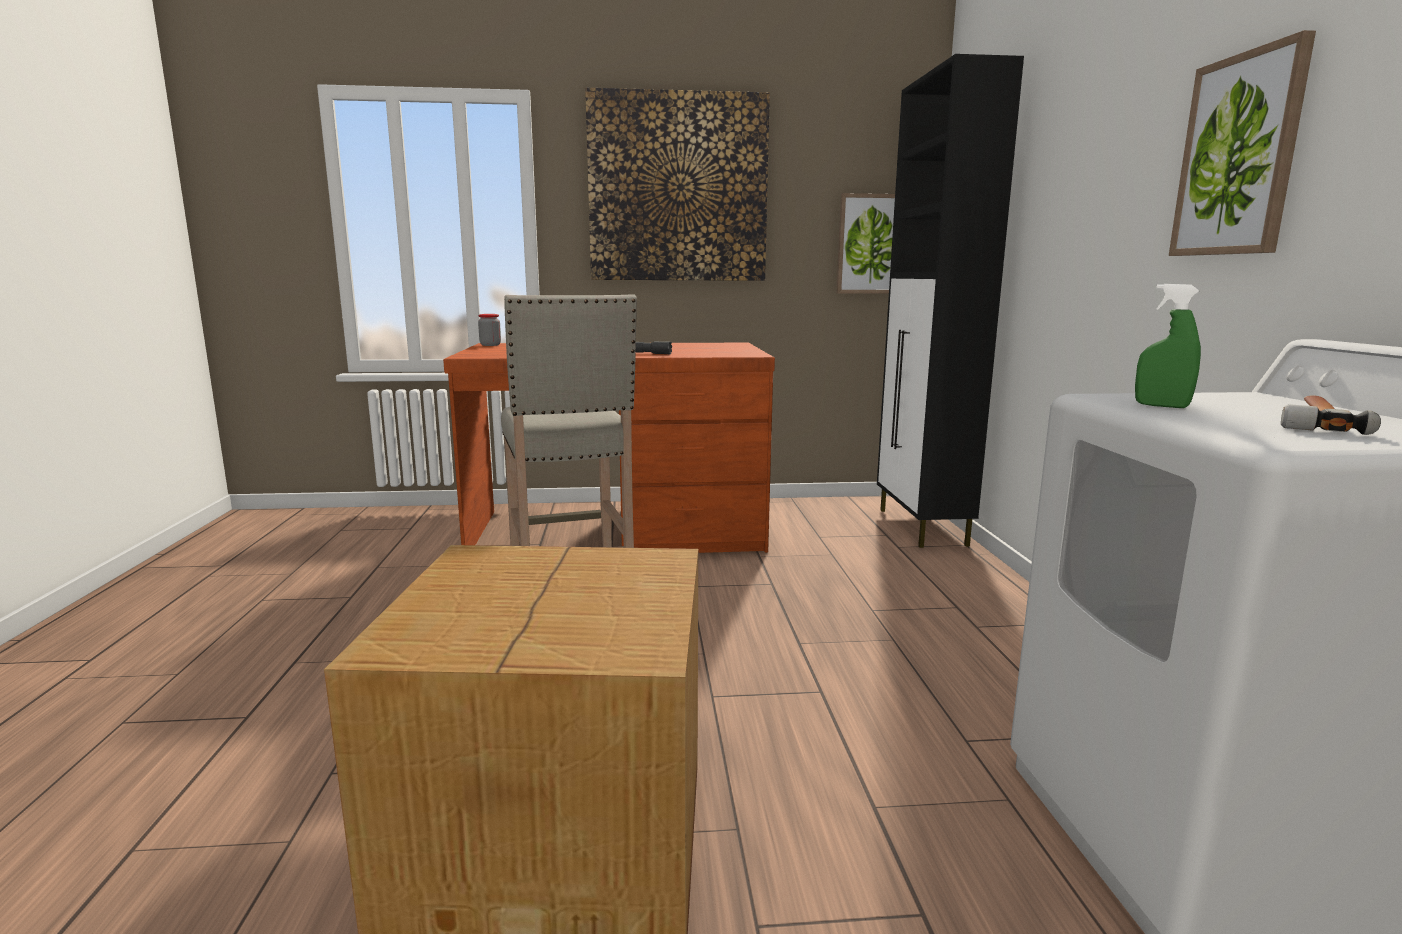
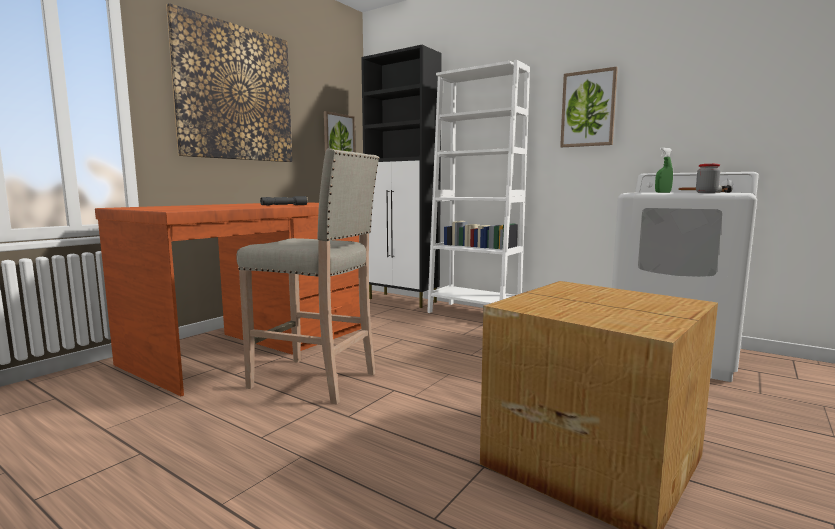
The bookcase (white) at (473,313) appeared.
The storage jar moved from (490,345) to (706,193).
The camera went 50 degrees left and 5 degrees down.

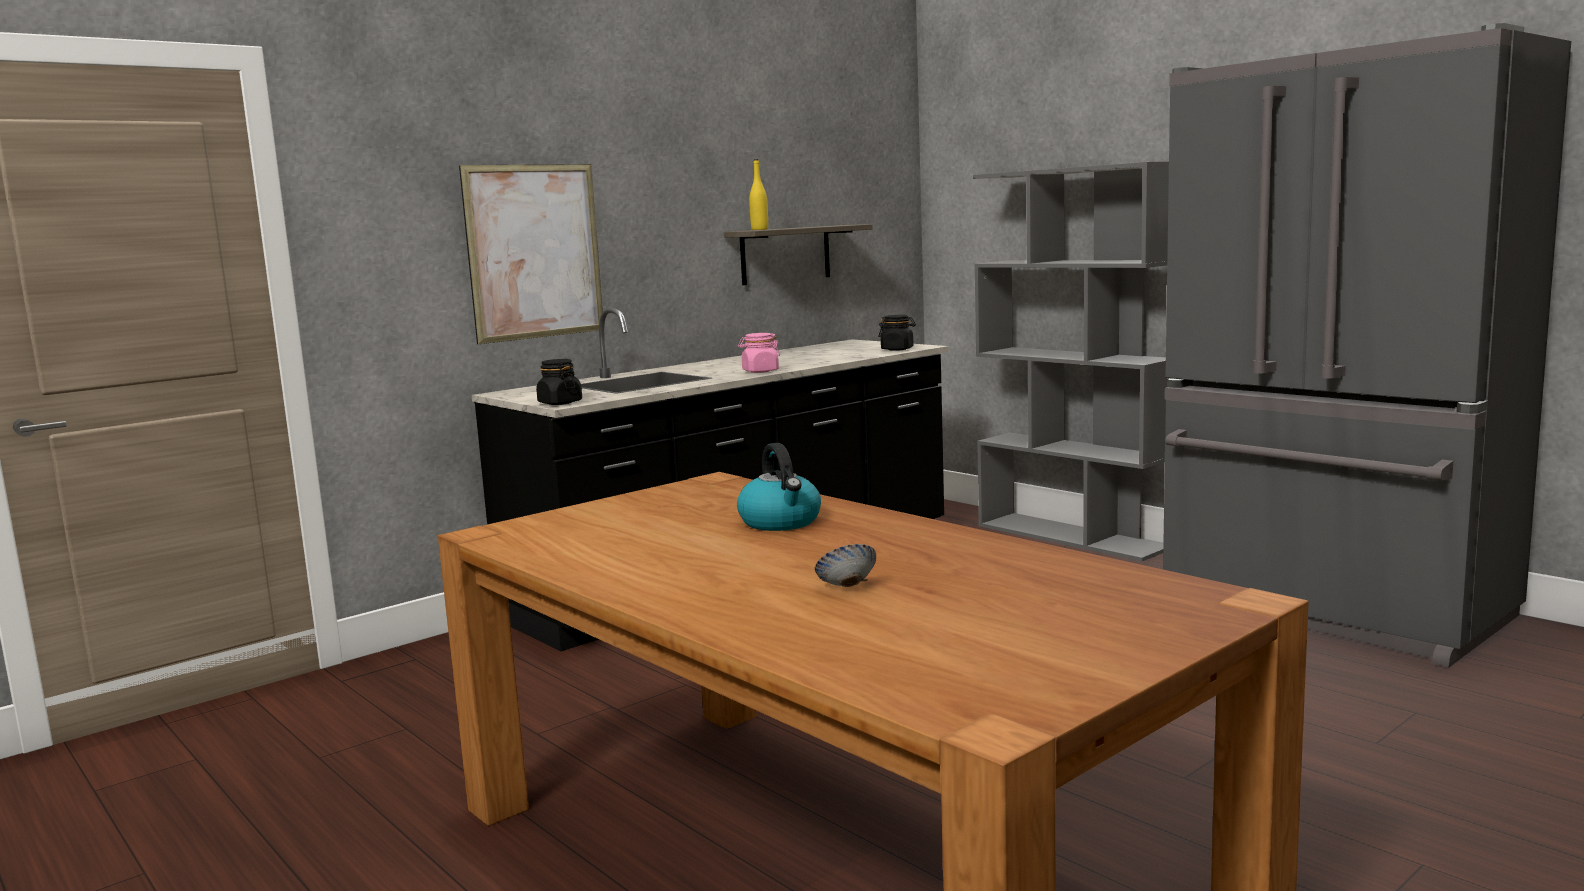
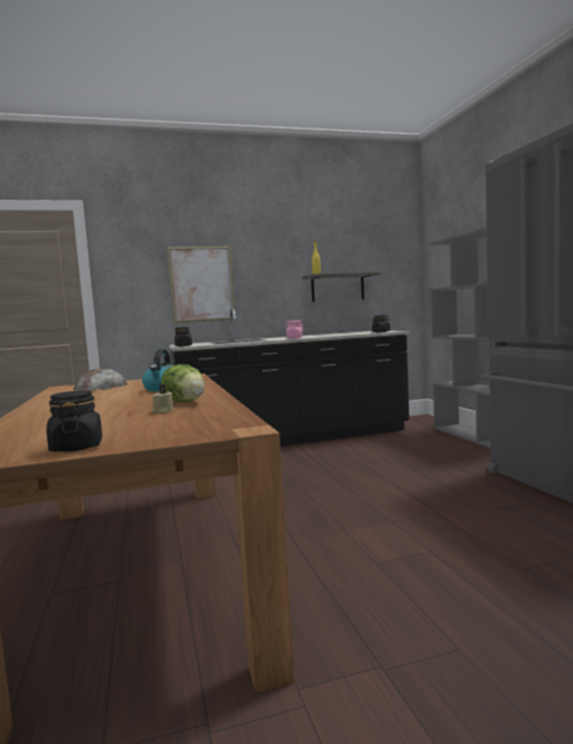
The deep dish at (847,587) disappeared.
The storage jar (blackish) at (77,447) appeared.
The bread at (100,386) appeared.
The wax candle (beige) at (163,411) appeared.
The lettuce head at (186,402) appeared.
The camera went 25 degrees right and 5 degrees down.

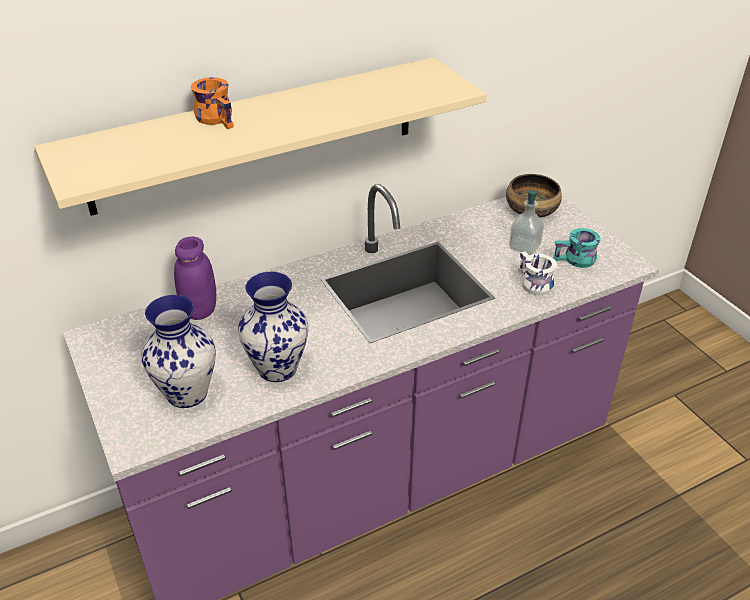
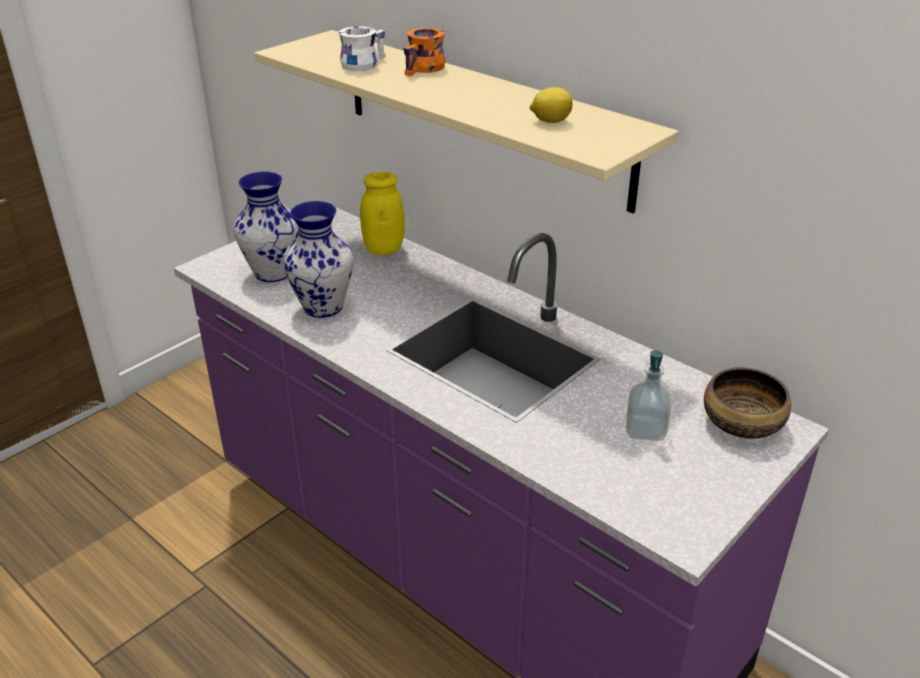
The coffee mug (blue-green) at (575,260) disappeared.
The lemon at (550,121) appeared.
The coffee mug (white) moved from (532,284) to (362,63).
The storage jar (purplish) at (200,310) became the storage jar (yellow) at (384,249).
The camera went 70 degrees right and 5 degrees down.

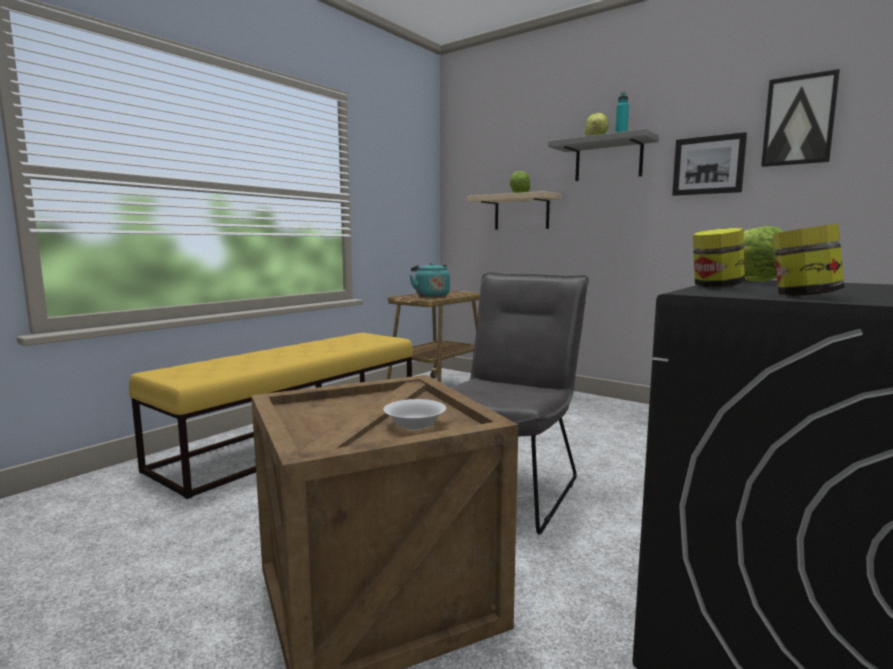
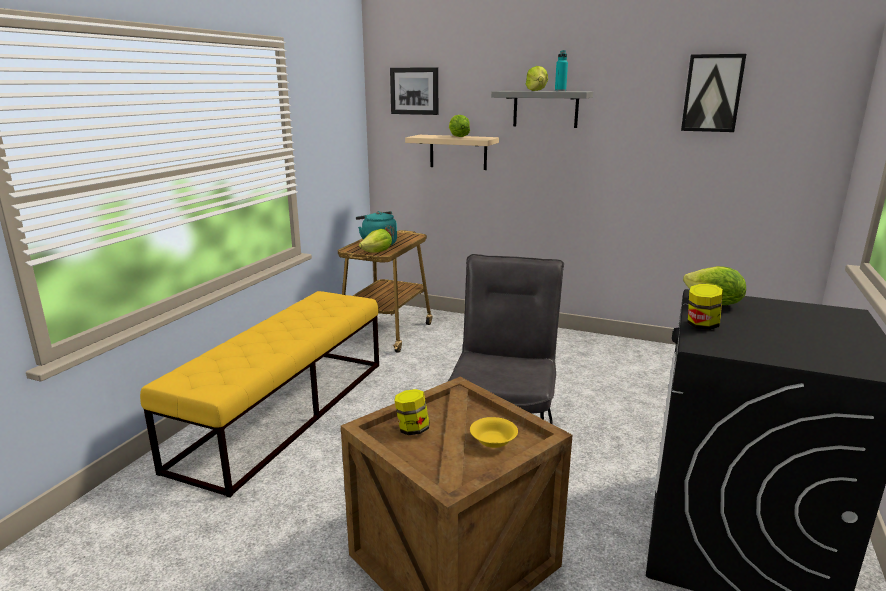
The lettuce head at (377,252) appeared.
The wall art moved from (708,165) to (414,91).
The storage jar moved from (803,296) to (412,429).
The deep dish (white) at (415,425) became the deep dish (yellow) at (493,441).
The camera went 15 degrees left and 10 degrees up.

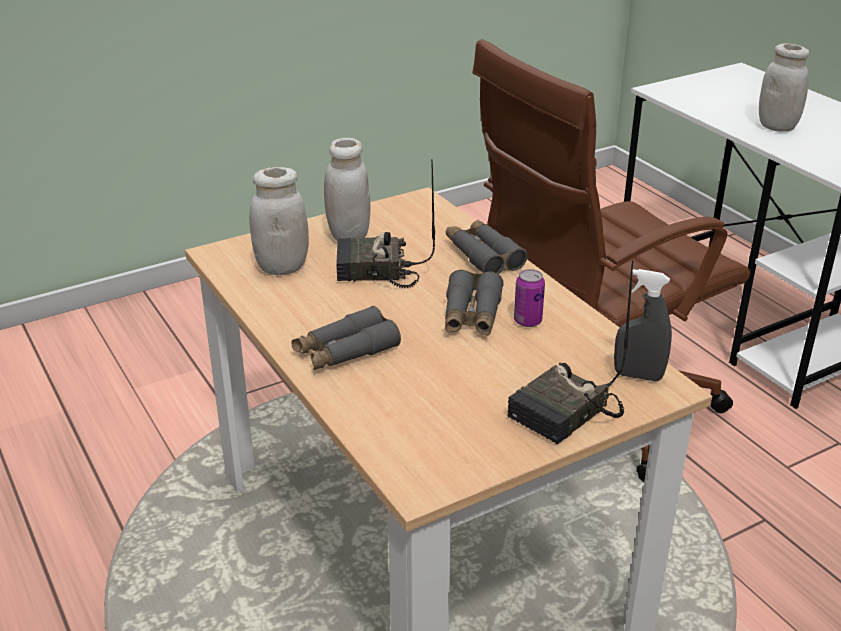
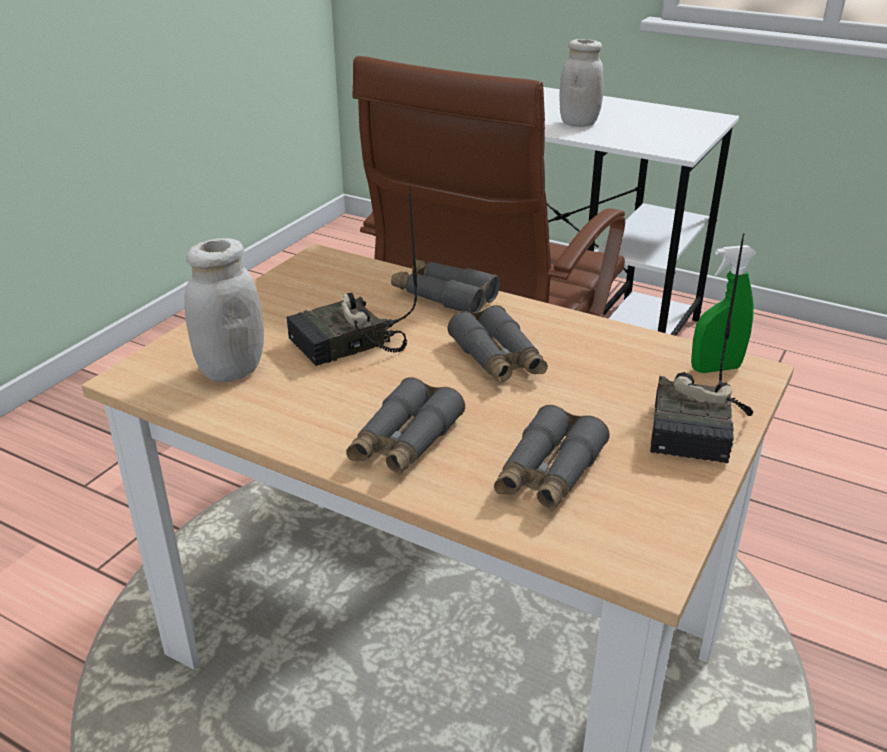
The storage jar (white) at (348,235) disappeared.
The can at (527,321) disappeared.
The field glasses (grey) at (548,473) appeared.
The spray bottle (grey) at (638,376) became the spray bottle (greenish) at (715,368).
The camera went 30 degrees left and 0 degrees up.

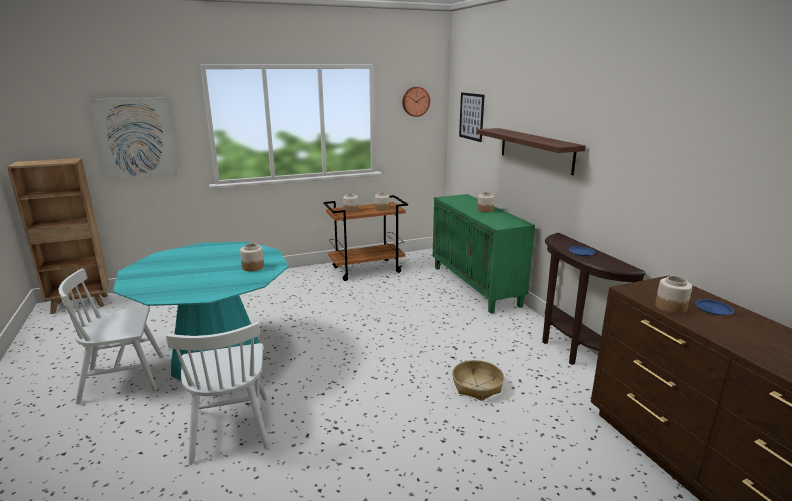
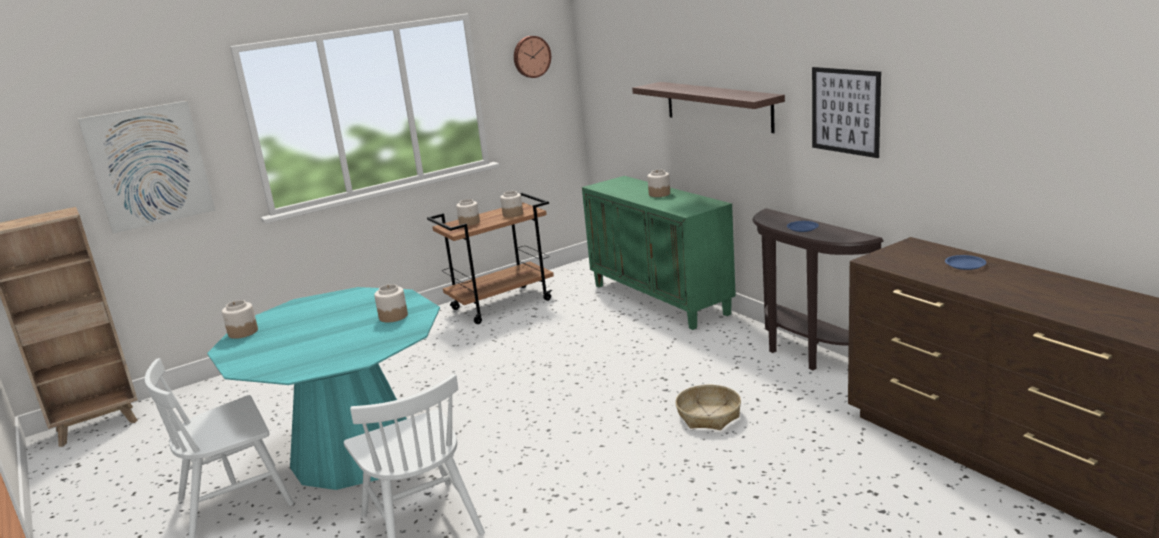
The wall art moved from (471,116) to (845,111).
The storage jar moved from (670,307) to (243,332).
The camera went 10 degrees left and 0 degrees up.

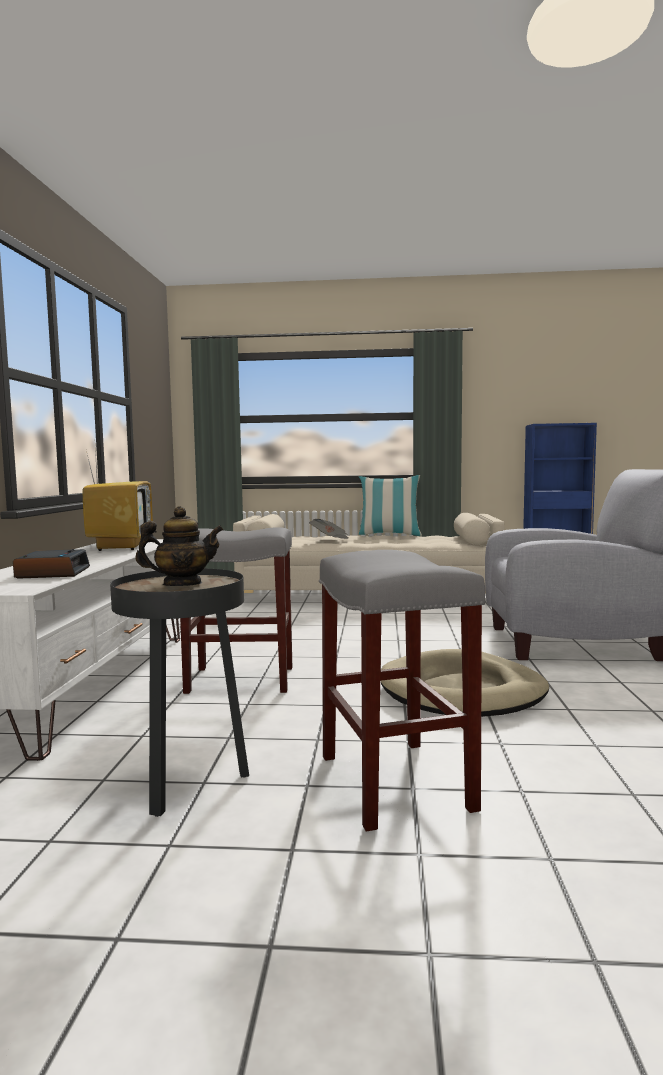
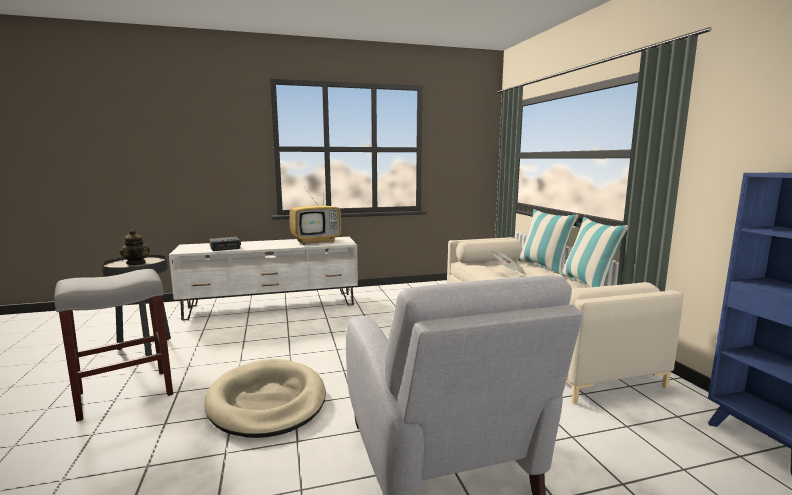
The stool (grey) at (242,679) disappeared.
The pillow at (543,266) appeared.
The camera went 70 degrees right and 5 degrees up.

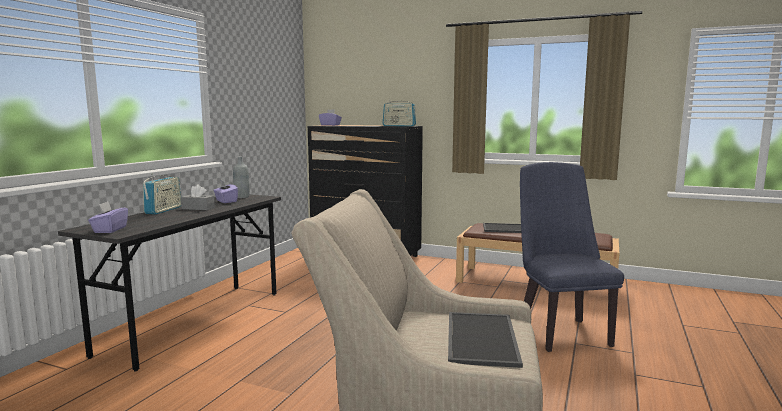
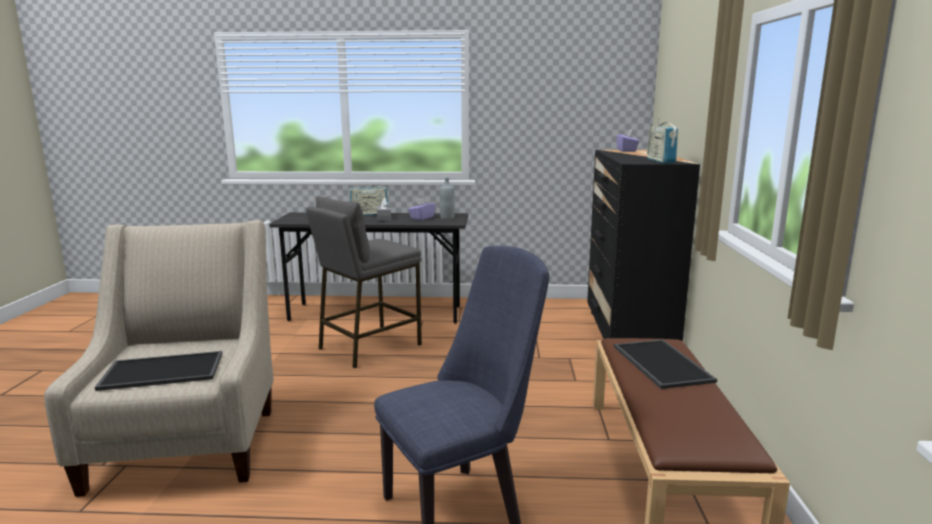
The tissue box (purplish) at (110,230) disappeared.
The stool (grey) at (369,346) appeared.
The camera went 70 degrees right and 5 degrees up.

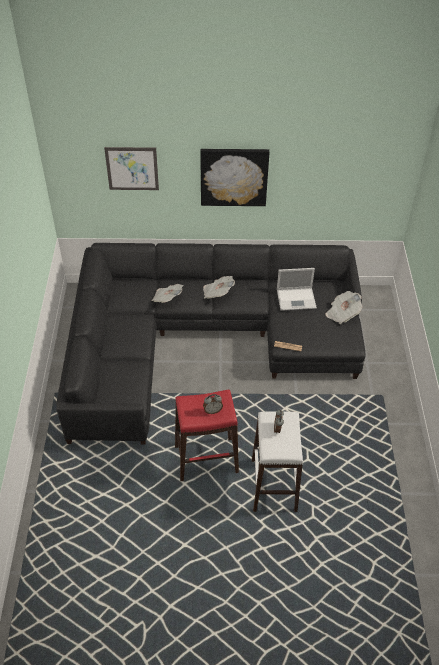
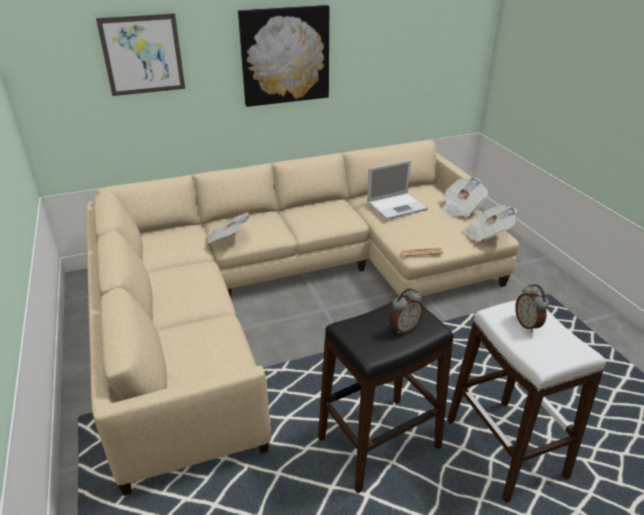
The printed paper moved from (217,293) to (487,234).
The settee (blackish) at (203,339) became the settee (beige) at (287,290).
The stool (red-coloured) at (206,459) became the stool (blackish) at (379,442).
The camera went 20 degrees left and 15 degrees down.

